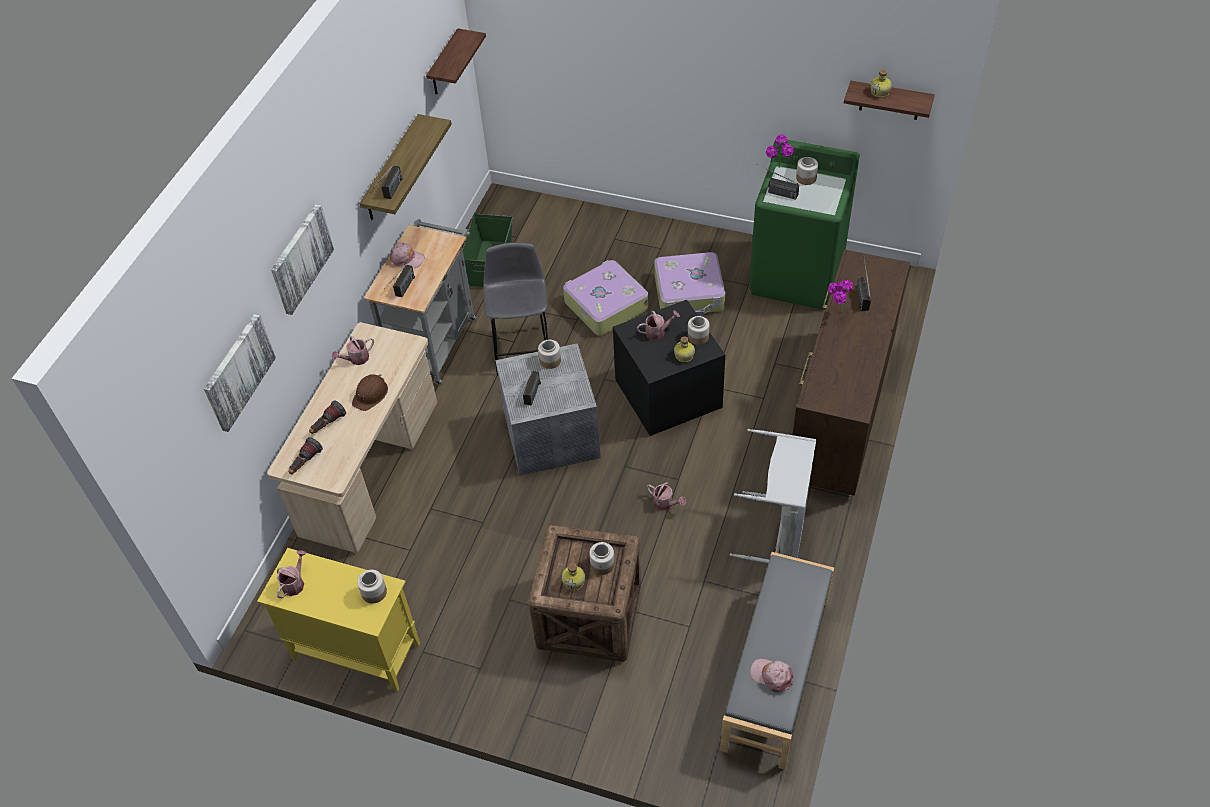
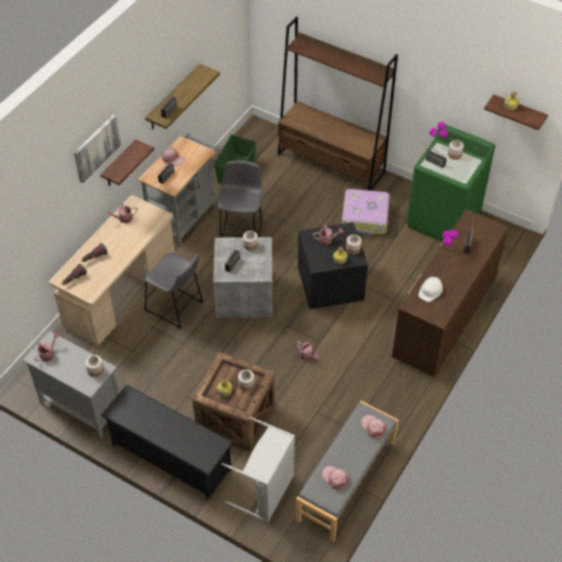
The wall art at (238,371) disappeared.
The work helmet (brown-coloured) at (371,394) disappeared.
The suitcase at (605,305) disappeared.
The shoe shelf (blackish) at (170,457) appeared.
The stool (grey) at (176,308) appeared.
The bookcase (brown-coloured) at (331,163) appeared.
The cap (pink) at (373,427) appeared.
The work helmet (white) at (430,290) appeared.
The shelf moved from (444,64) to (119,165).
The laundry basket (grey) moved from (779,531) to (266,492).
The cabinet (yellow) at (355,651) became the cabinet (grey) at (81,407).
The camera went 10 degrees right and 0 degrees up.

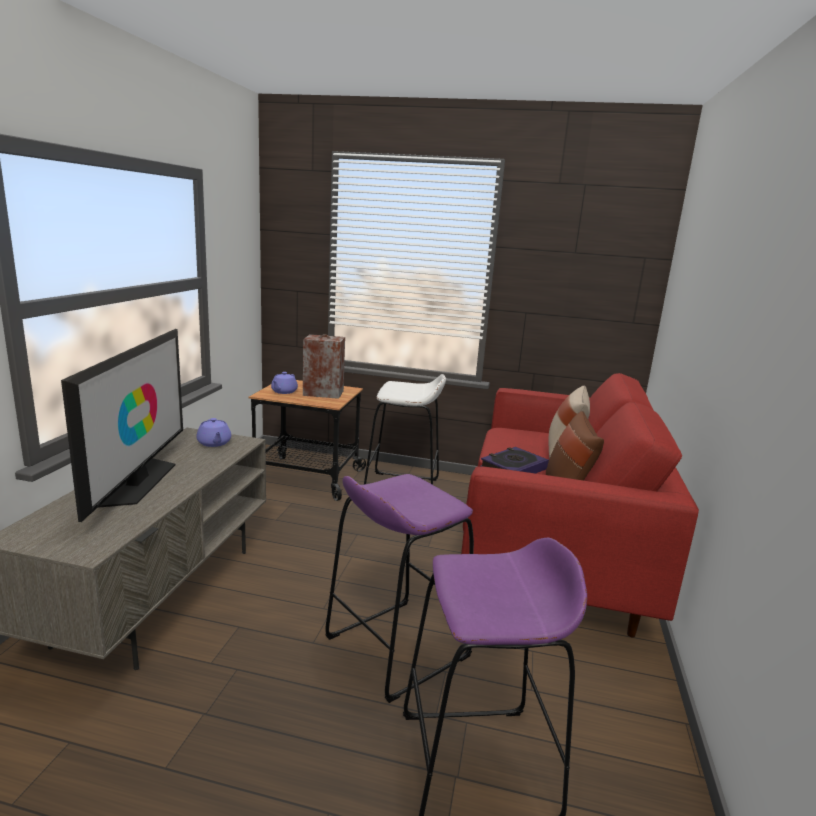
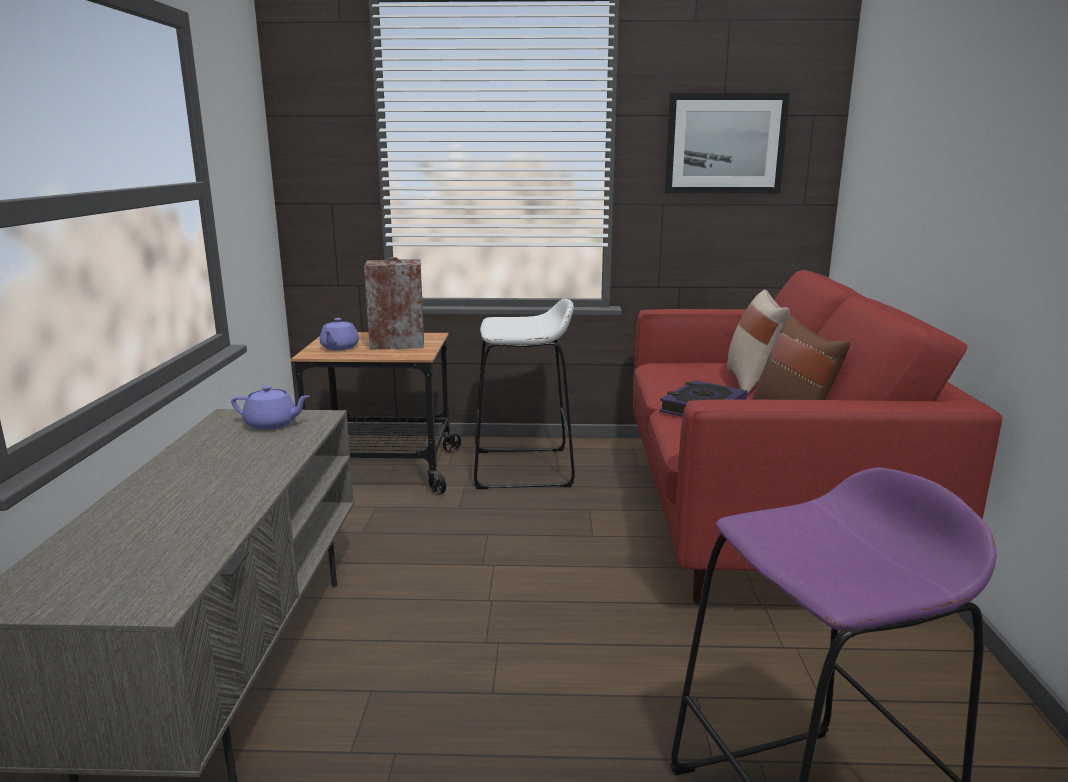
The TV at (138,481) disappeared.
The stool (purplish) at (396,647) disappeared.
The wall art at (725,144) appeared.
The teapot (purplish) at (214,443) turned 45 degrees counterclockwise.
The camera went 10 degrees left and 0 degrees up.

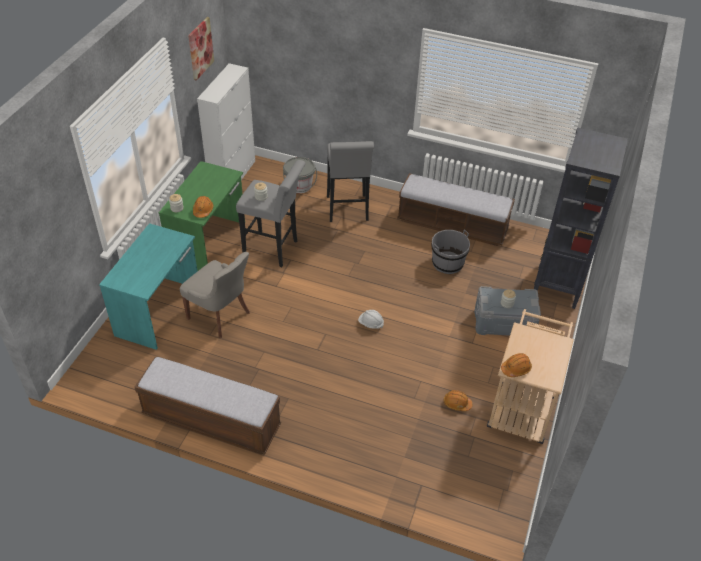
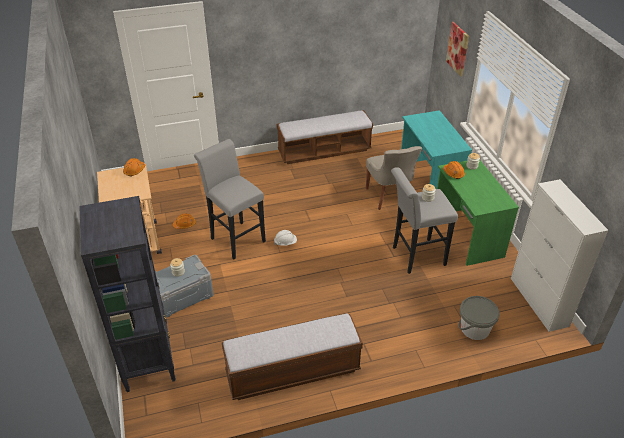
The bucket (grey) at (447,263) disappeared.
The wall art moved from (200,48) to (458,49).
The stool (grey) moved from (347,211) to (235,238).
The upright chair (grey) at (220,315) turned 105 degrees counterclockwise.
The camera went 145 degrees right and 5 degrees down.

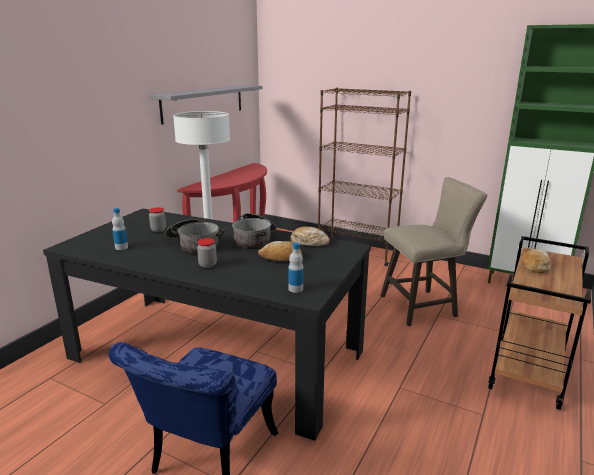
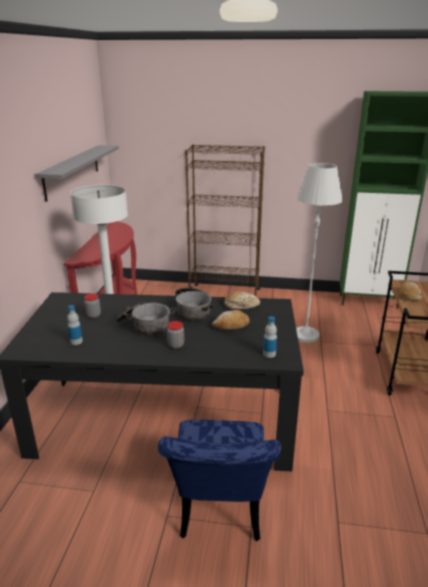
The stool (beige) at (423,306) was replaced by the floor lamp (white) at (306,335).
The camera went 20 degrees left and 5 degrees up.

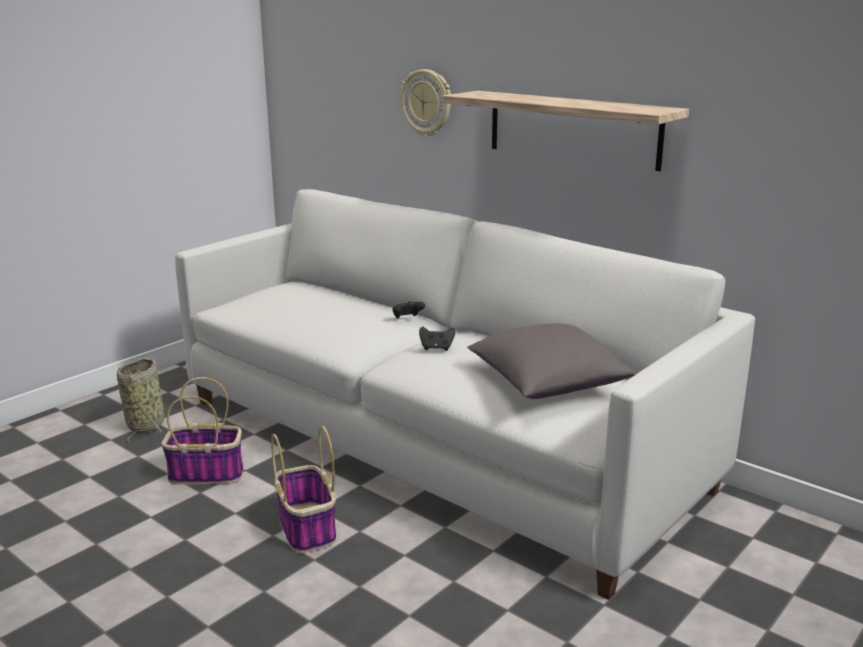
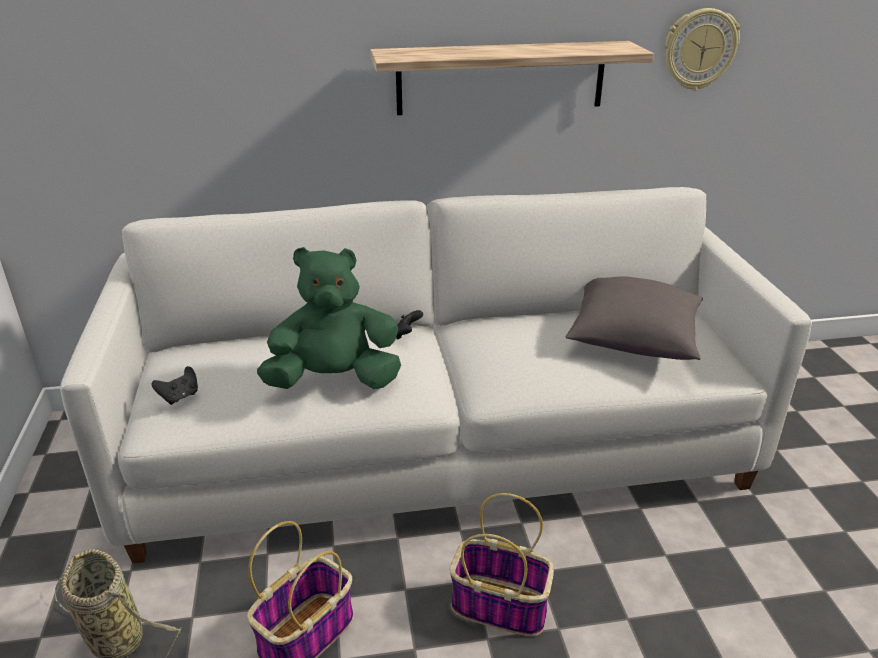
The soft toy (greenish) at (334,380) appeared.
The wall clock moved from (427,103) to (699,49).
The game controller (blackish) moved from (436,348) to (180,397).
The camera went 50 degrees left and 10 degrees up.

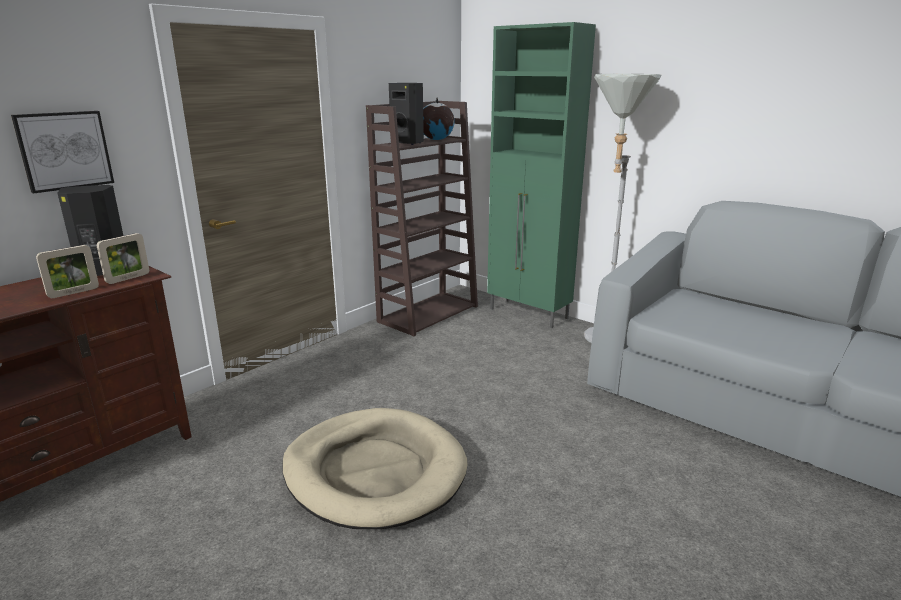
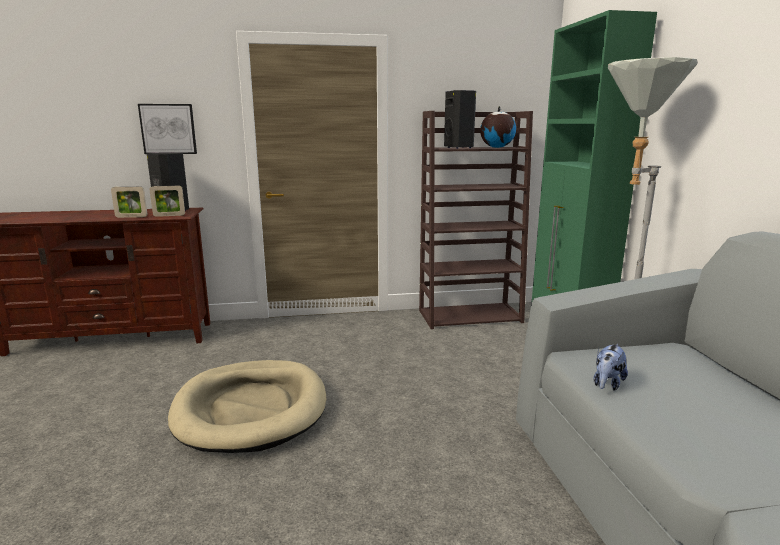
The soft toy at (607,384) appeared.
The camera went 40 degrees right and 5 degrees down.

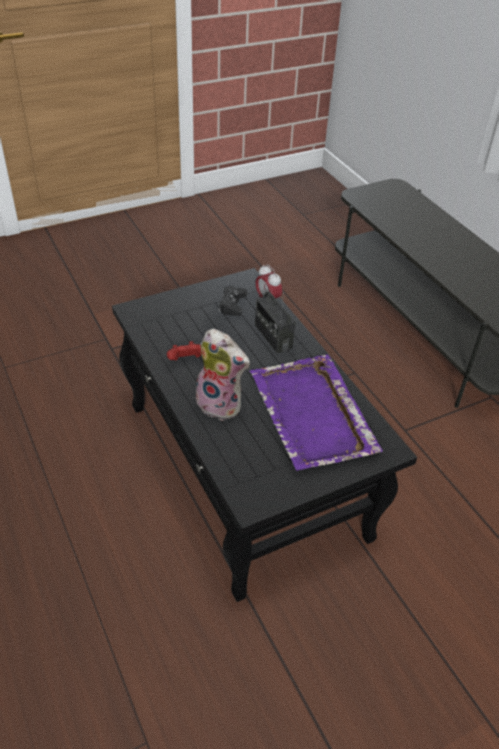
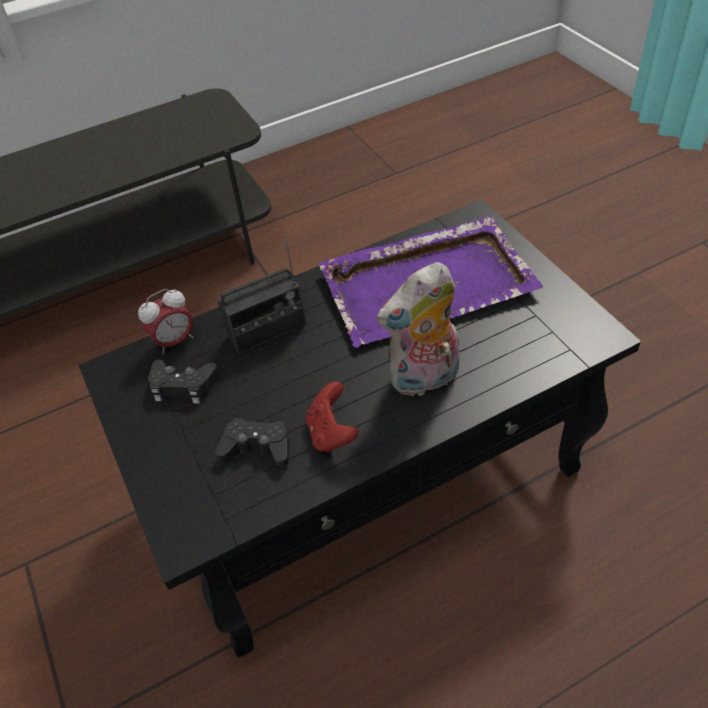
The game controller (blackish) at (257,448) appeared.
The soft toy at (222,404) turned 150 degrees counterclockwise.
The camera went 85 degrees left and 5 degrees up.

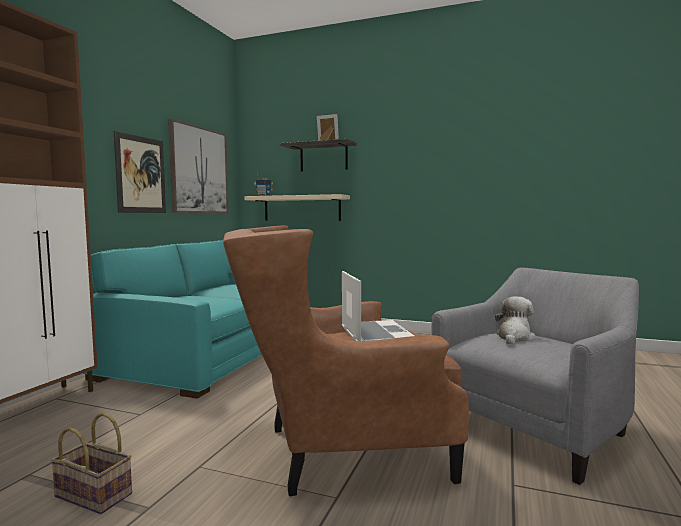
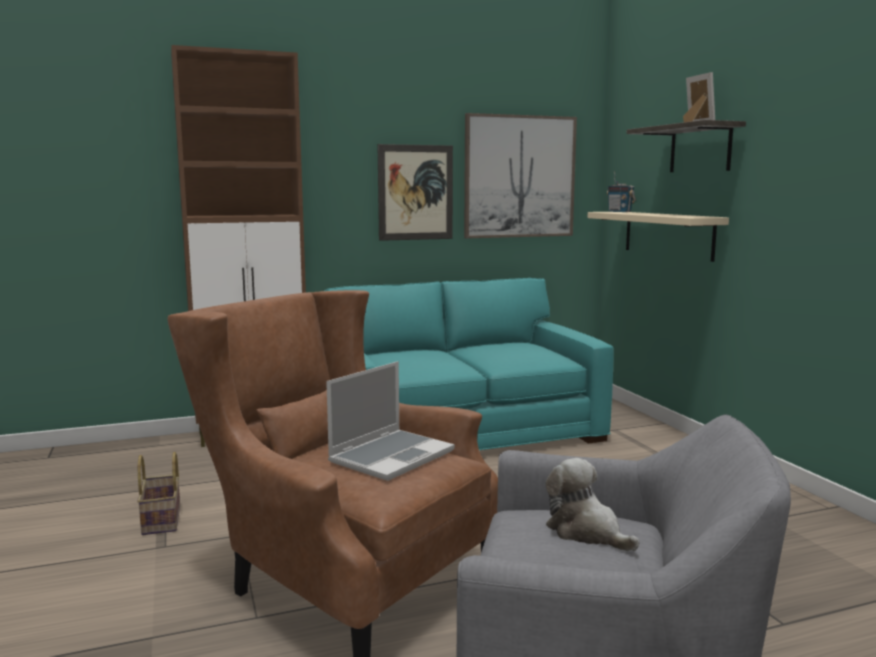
The soft toy at (514,337) turned 120 degrees counterclockwise.
The camera went 50 degrees right and 5 degrees up.

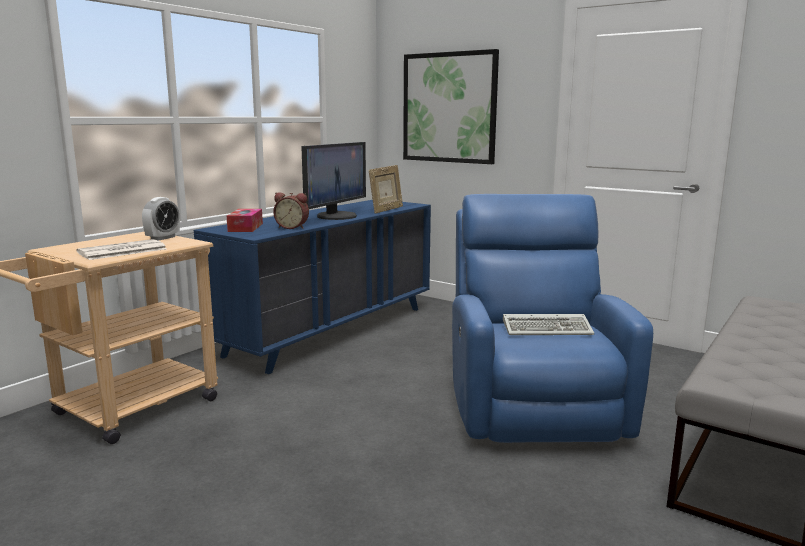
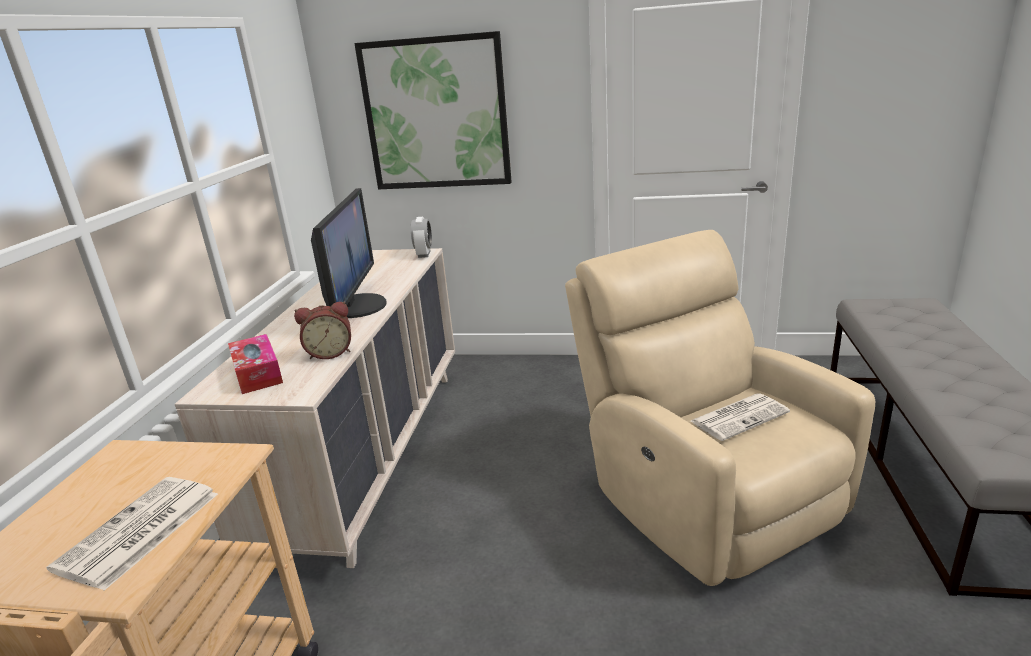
The picture frame at (386,210) disappeared.
The bedside clock moved from (163,238) to (424,254).
The computer keyboard at (548,329) was replaced by the printed paper at (739,416).
The drawer chest (blue) at (330,330) became the drawer chest (beige) at (370,452).
The armchair (blue) at (533,407) became the armchair (beige) at (705,497).
The camera went 25 degrees left and 10 degrees up.

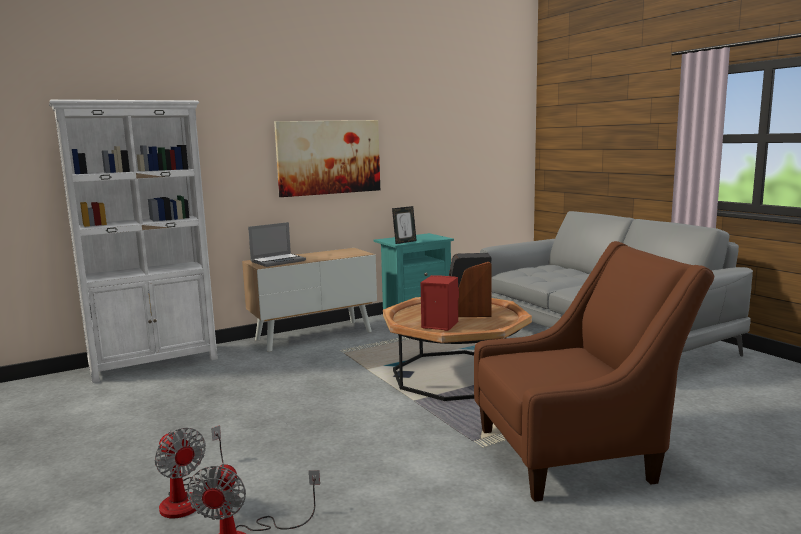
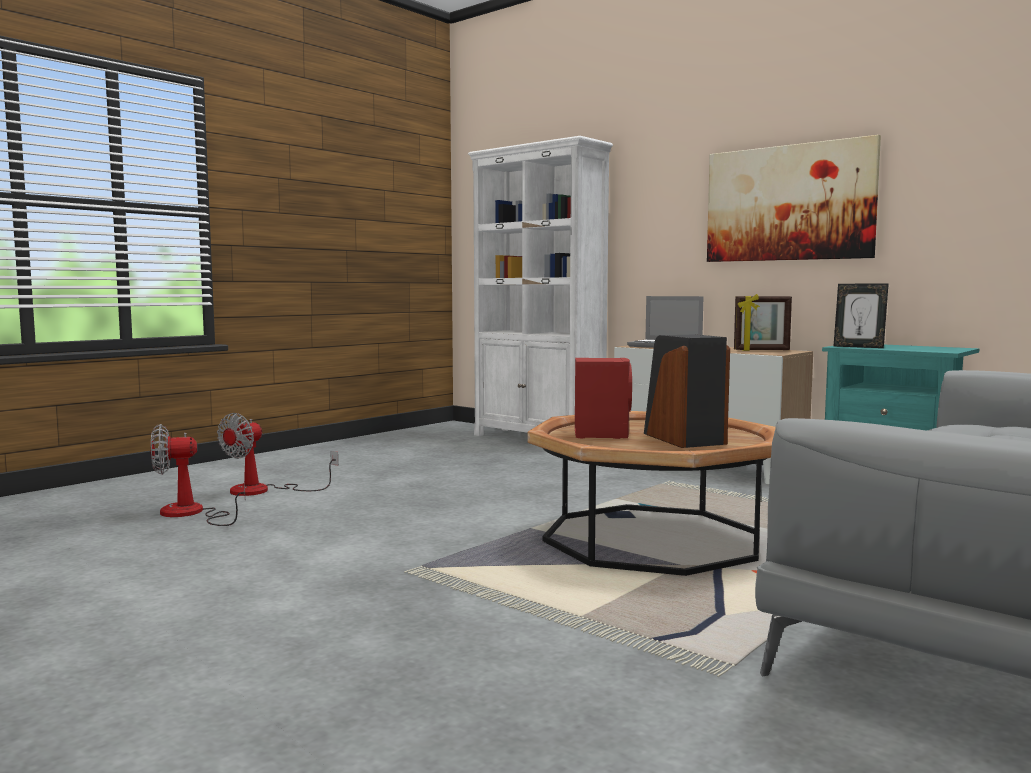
The armchair (brown-coloured) at (576,453) disappeared.
The picture frame at (761,350) appeared.
The camera went 70 degrees right and 5 degrees down.

